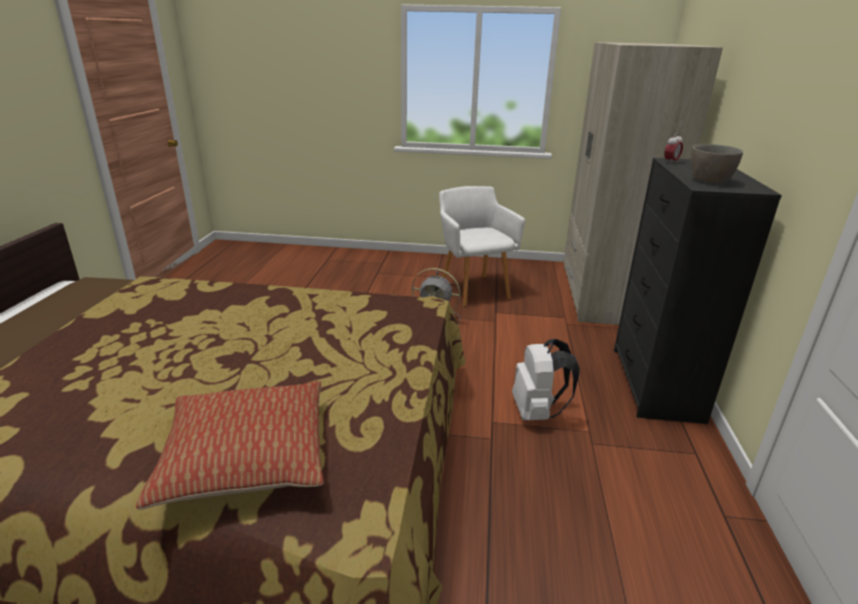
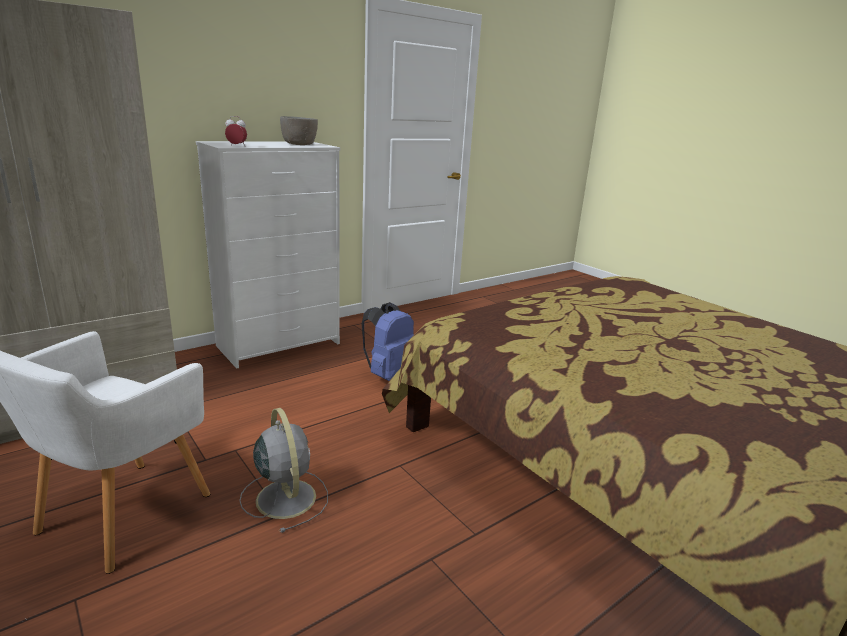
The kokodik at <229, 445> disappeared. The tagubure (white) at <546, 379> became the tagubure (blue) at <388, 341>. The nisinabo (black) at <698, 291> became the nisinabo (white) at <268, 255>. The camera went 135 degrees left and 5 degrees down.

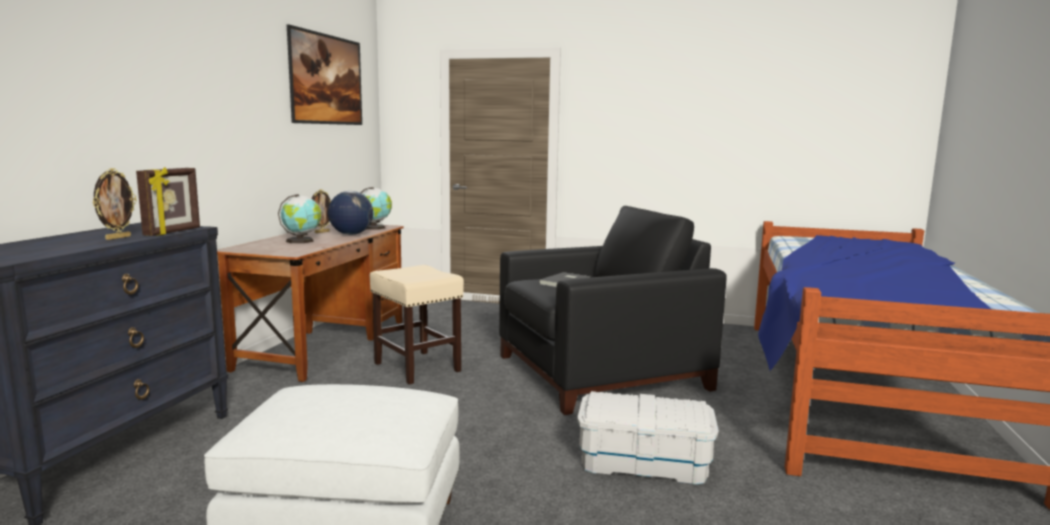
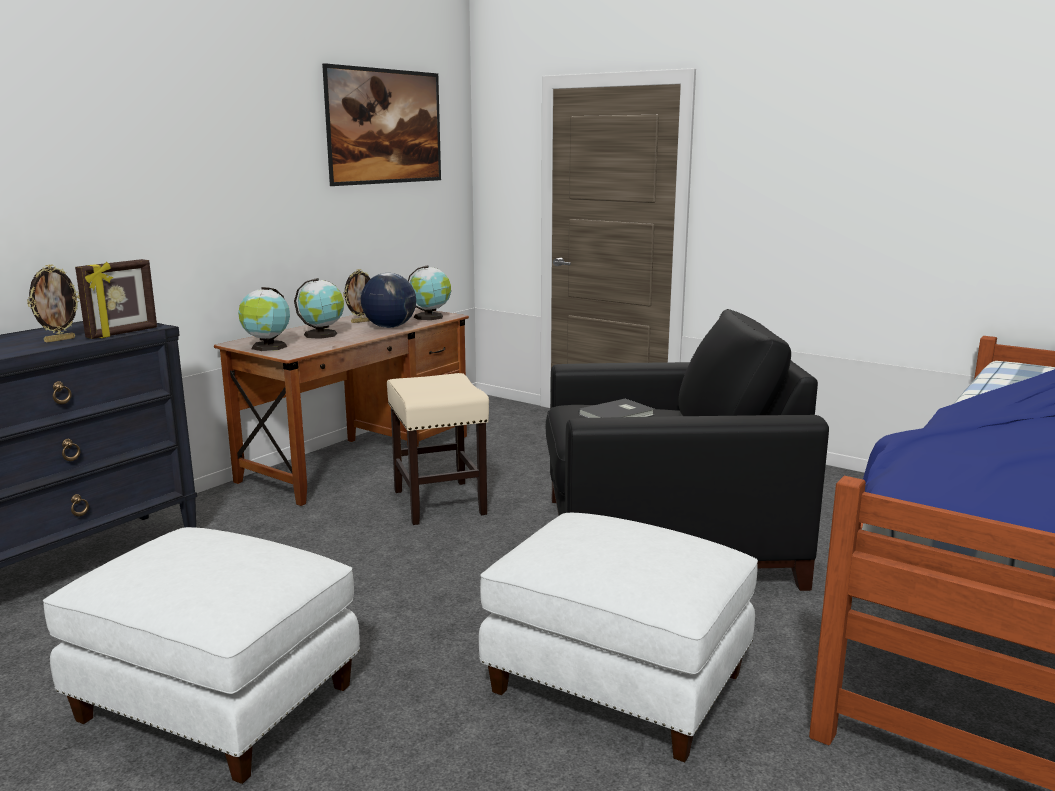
The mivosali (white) at <648, 438> was replaced by the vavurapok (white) at <618, 638>. The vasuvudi at <264, 319> appeared. The camera went 20 degrees right and 5 degrees up.

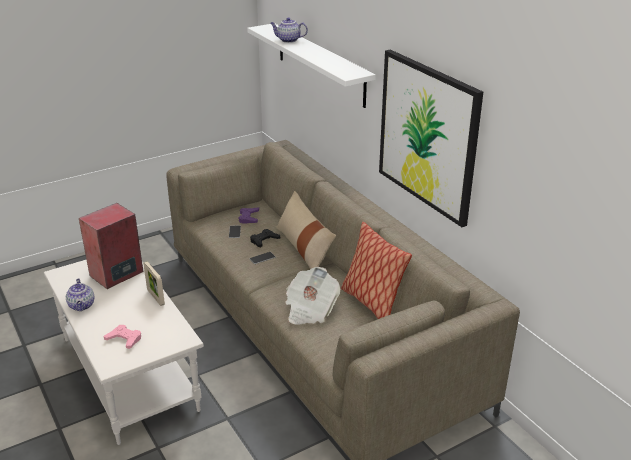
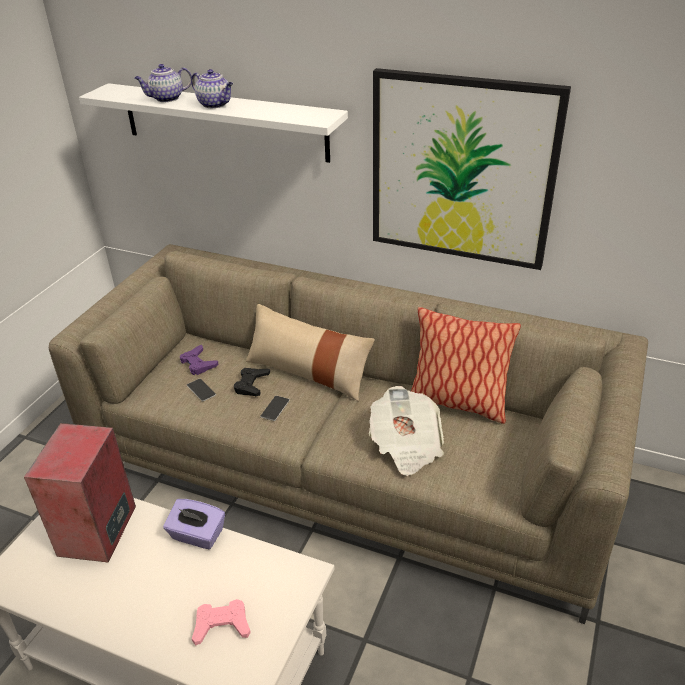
The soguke moved from <80, 294> to <212, 88>. The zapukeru at <154, 283> was replaced by the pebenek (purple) at <194, 524>. The camera went 35 degrees left and 5 degrees up.

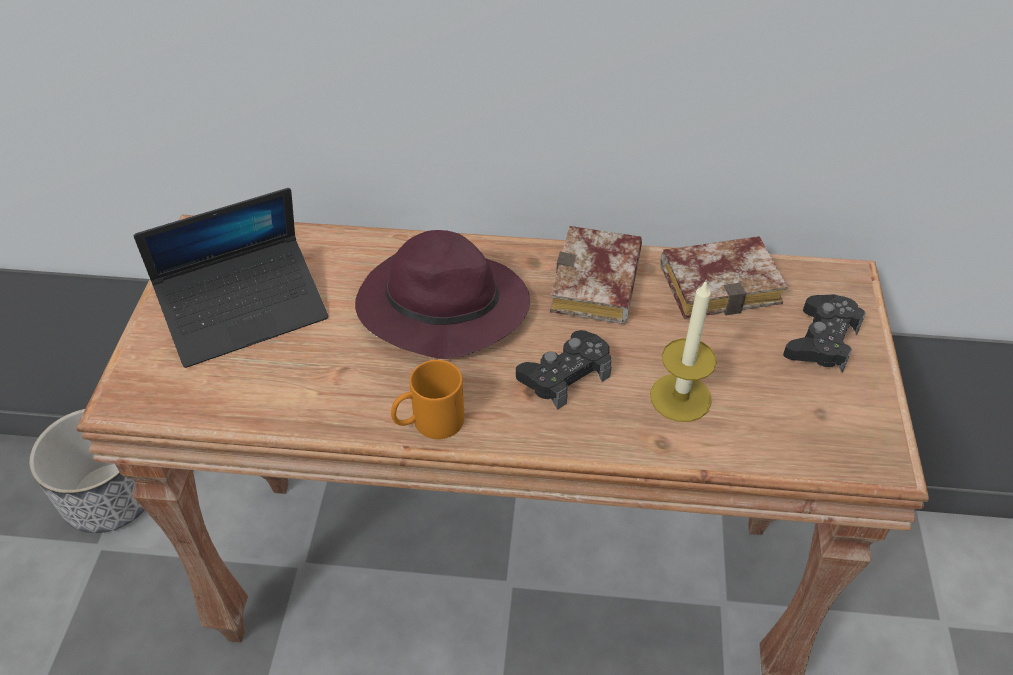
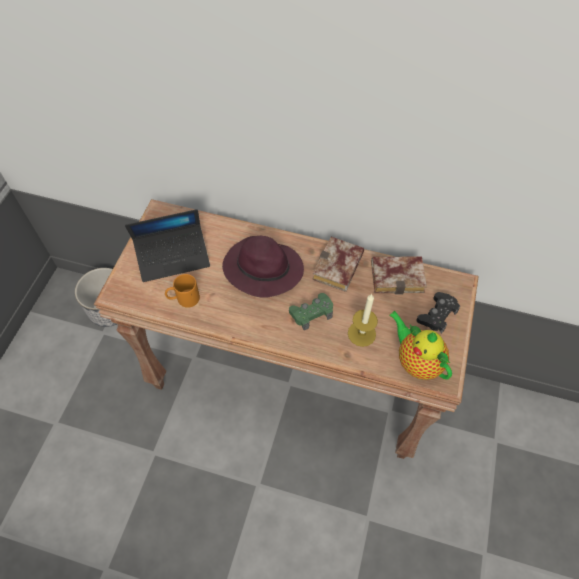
The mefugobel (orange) moved from <427, 399> to <182, 291>. The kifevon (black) at <564, 370> became the kifevon (green) at <311, 311>. The soguke at <421, 345> appeared. The camera went 10 degrees right and 10 degrees up.

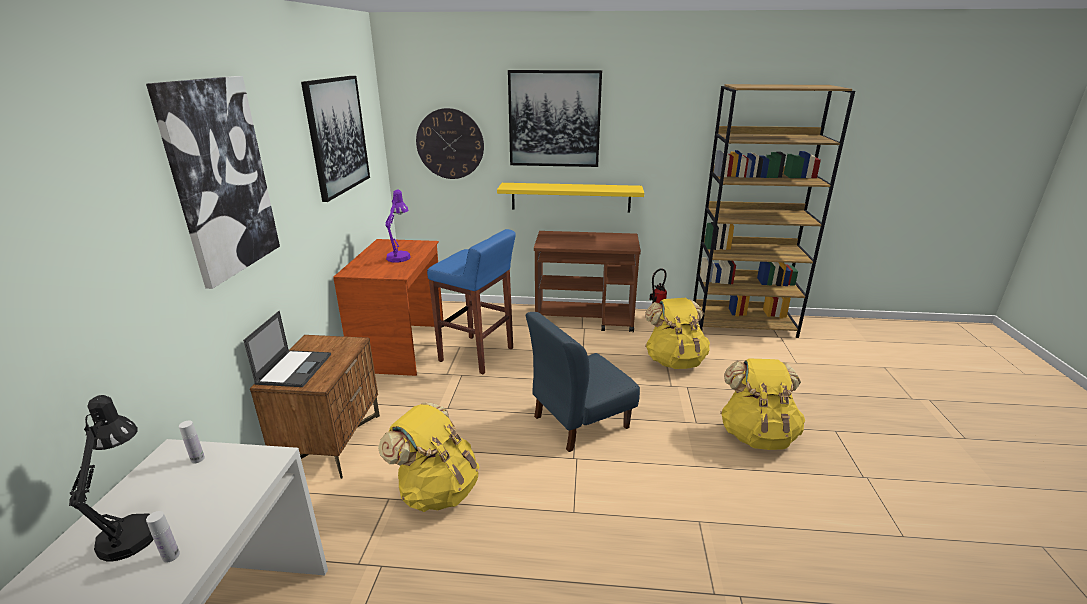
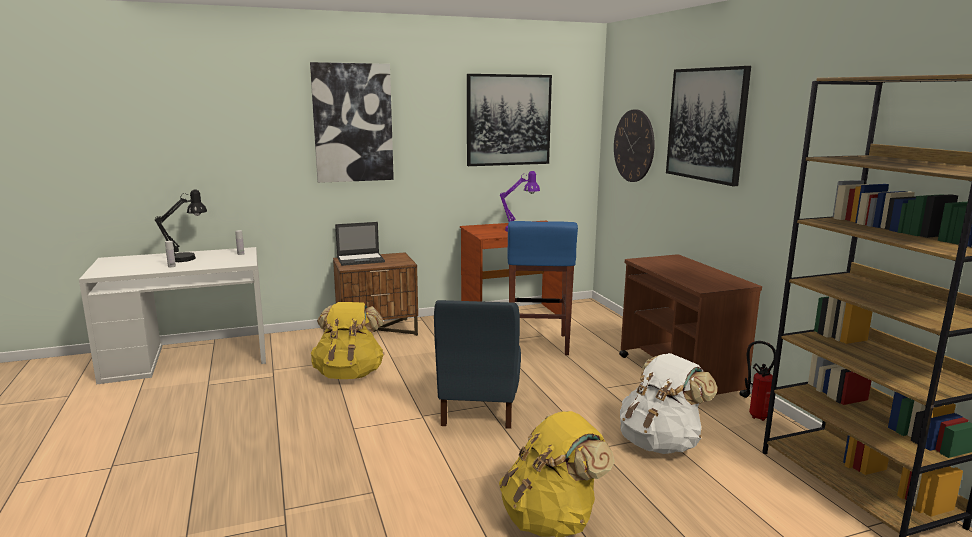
The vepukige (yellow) at <570, 197> disappeared. The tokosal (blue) at <583, 382> turned 120 degrees counterclockwise. The tagubure (yellow) at <677, 333> became the tagubure (white) at <668, 403>. The camera went 65 degrees right and 10 degrees down.

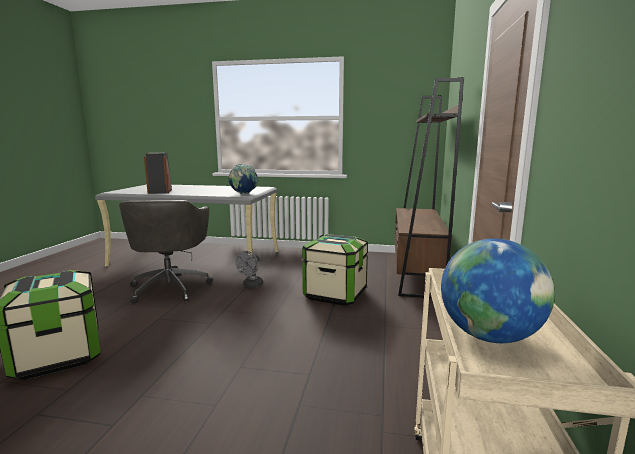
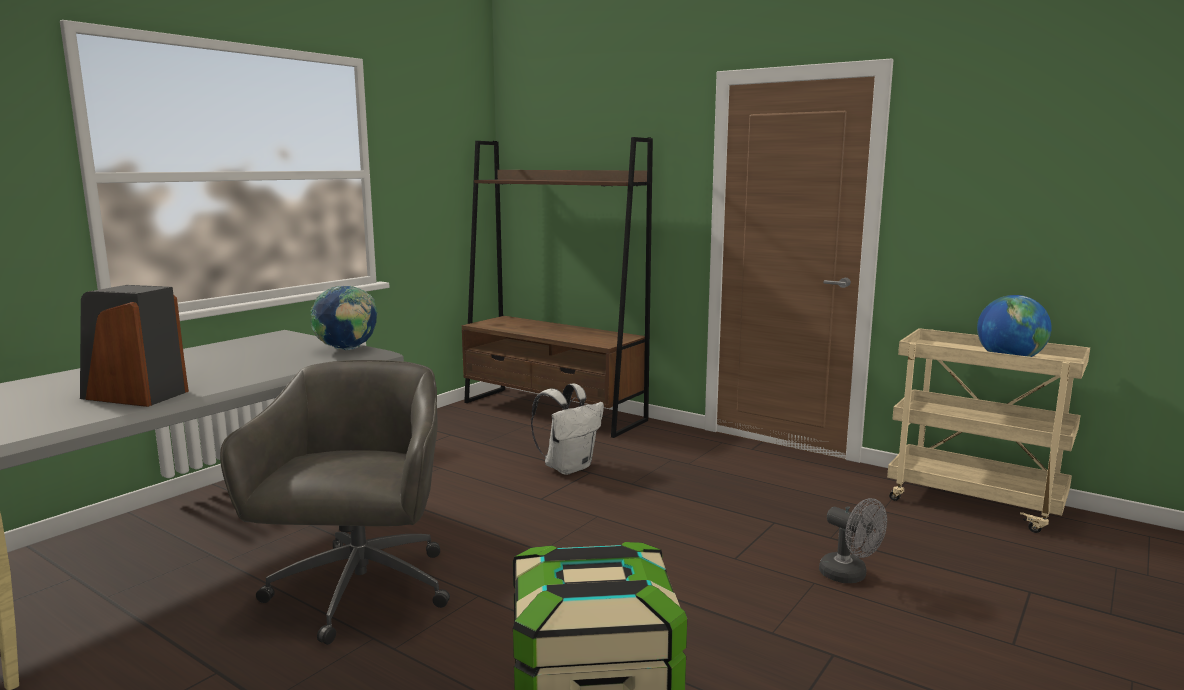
The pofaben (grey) at <166, 252> turned 105 degrees counterclockwise. The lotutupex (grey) moved from <249, 269> to <853, 540>. The mivosali at <335, 270> was replaced by the tagubure (white) at <567, 429>. The camera went 65 degrees left and 0 degrees up.

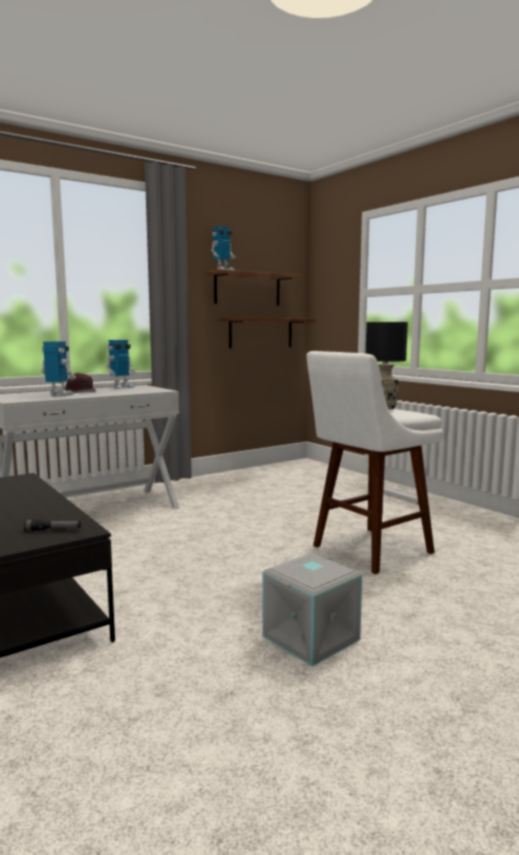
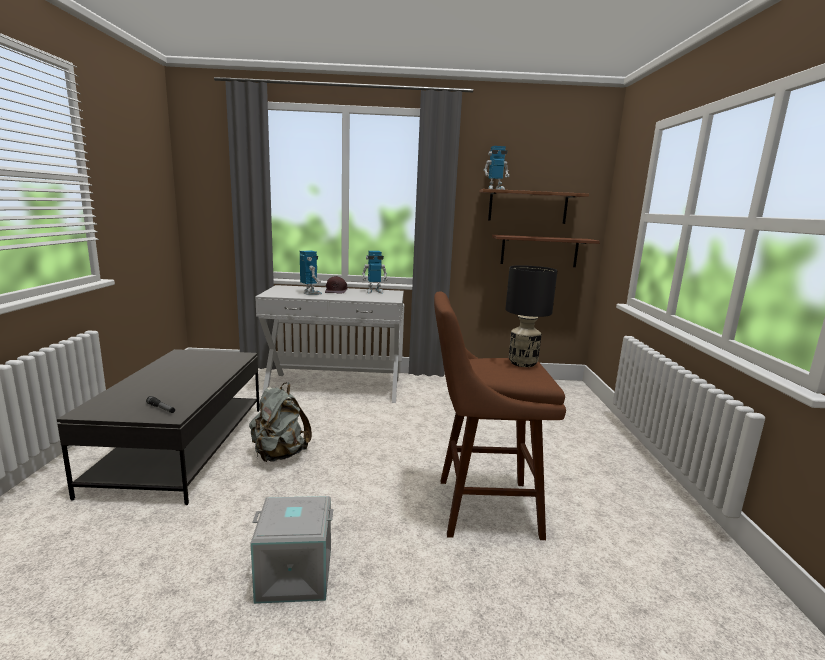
The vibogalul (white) at <374, 462> became the vibogalul (brown) at <500, 415>. The tagubure (grey) at <280, 422> appeared. The camera went 35 degrees right and 5 degrees up.

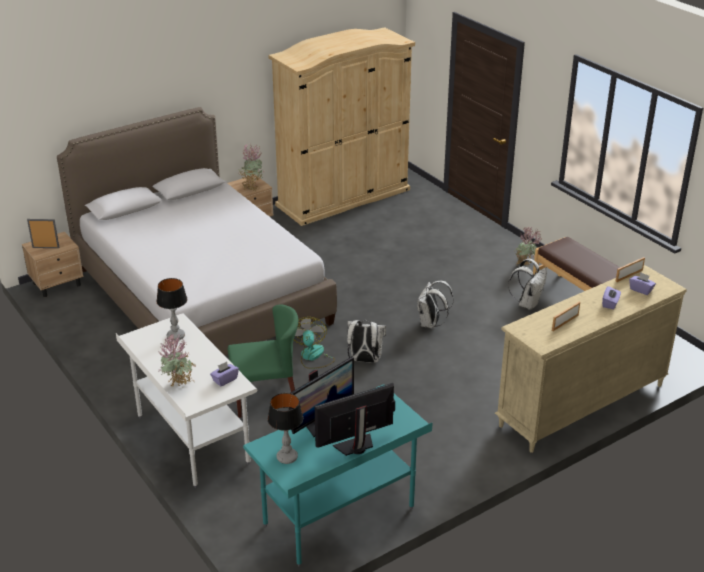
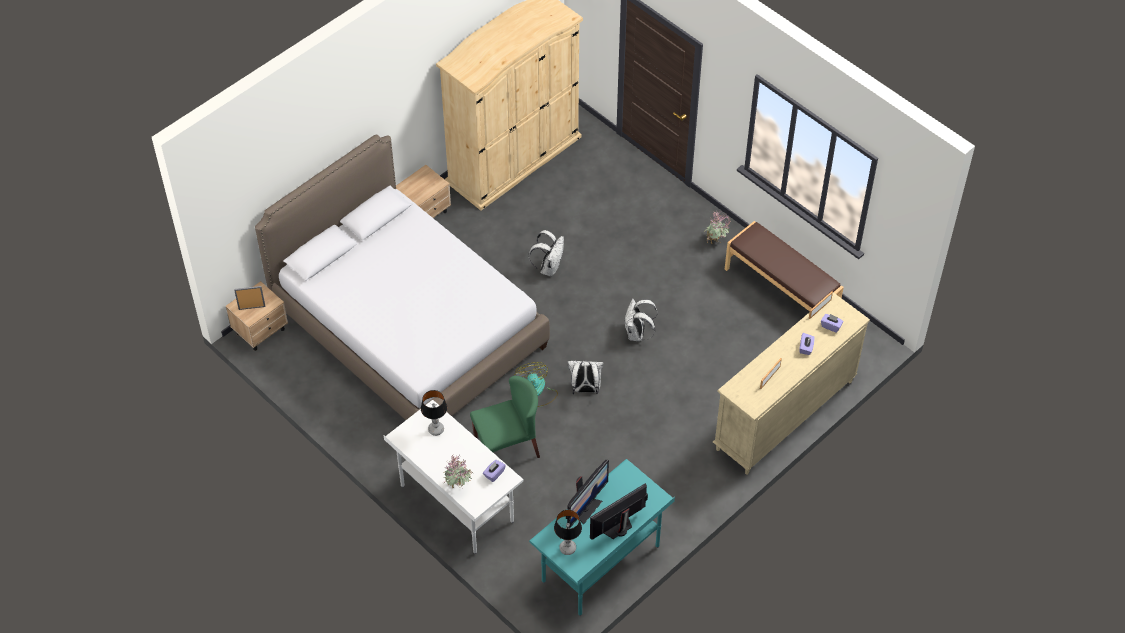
The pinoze at <251, 167> disappeared. The tagubure (white) moved from <527, 284> to <546, 253>. The camera went 10 degrees left and 20 degrees up.

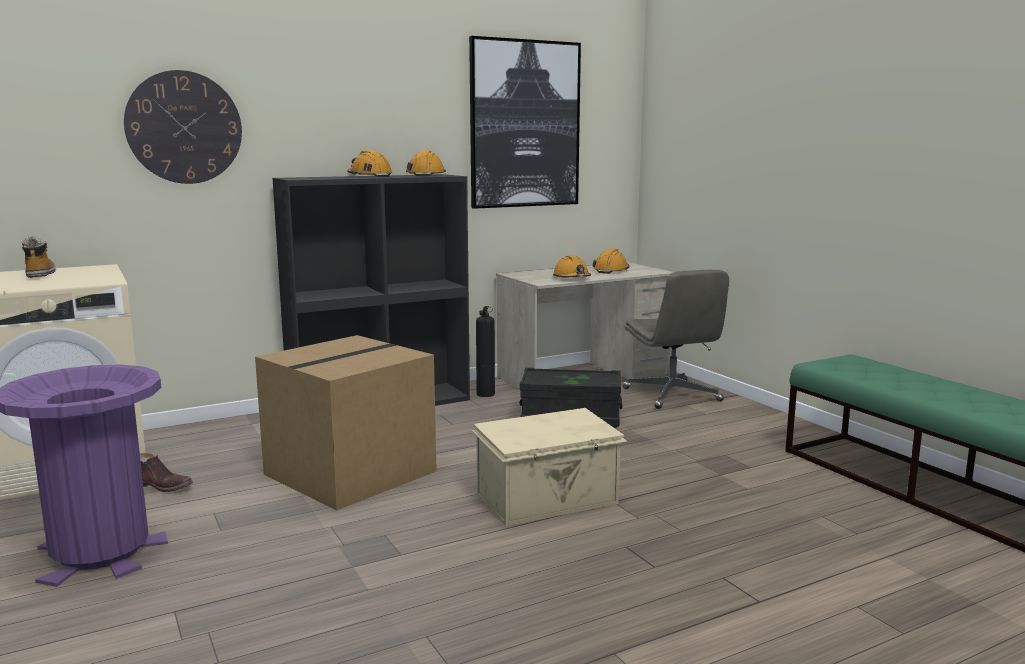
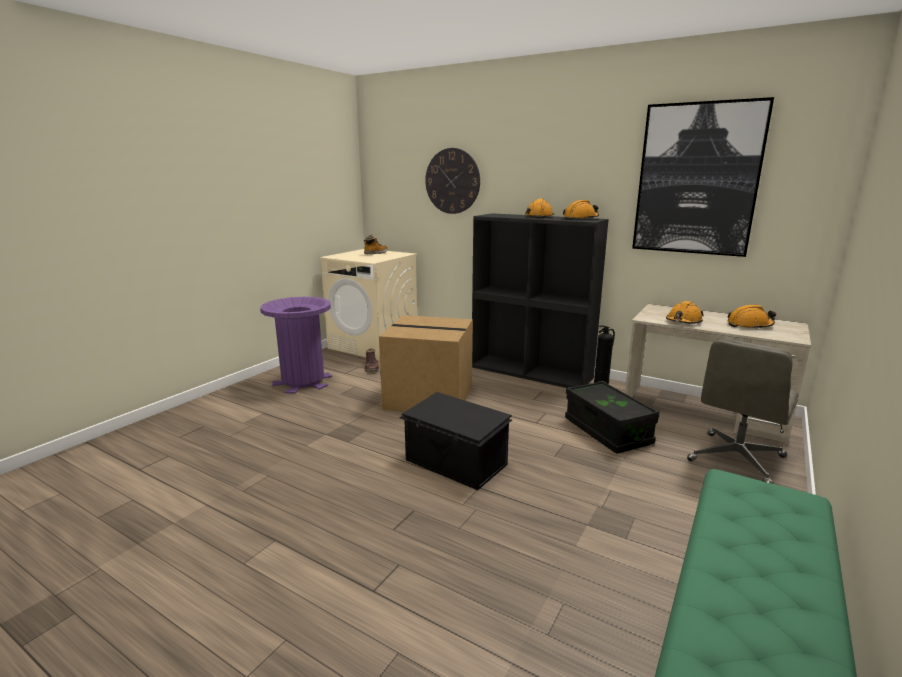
The mivosali (beige) at <550, 467> became the mivosali (black) at <455, 441>. The camera went 60 degrees right and 5 degrees up.

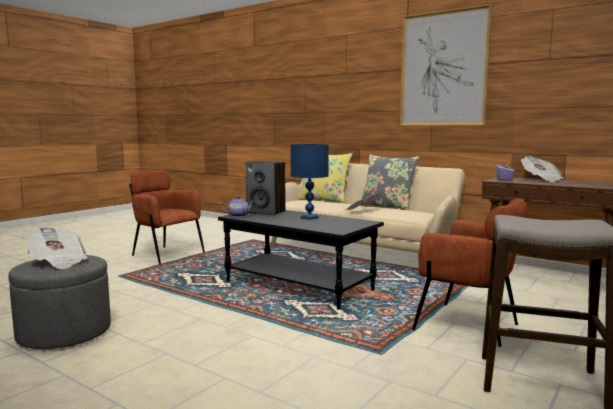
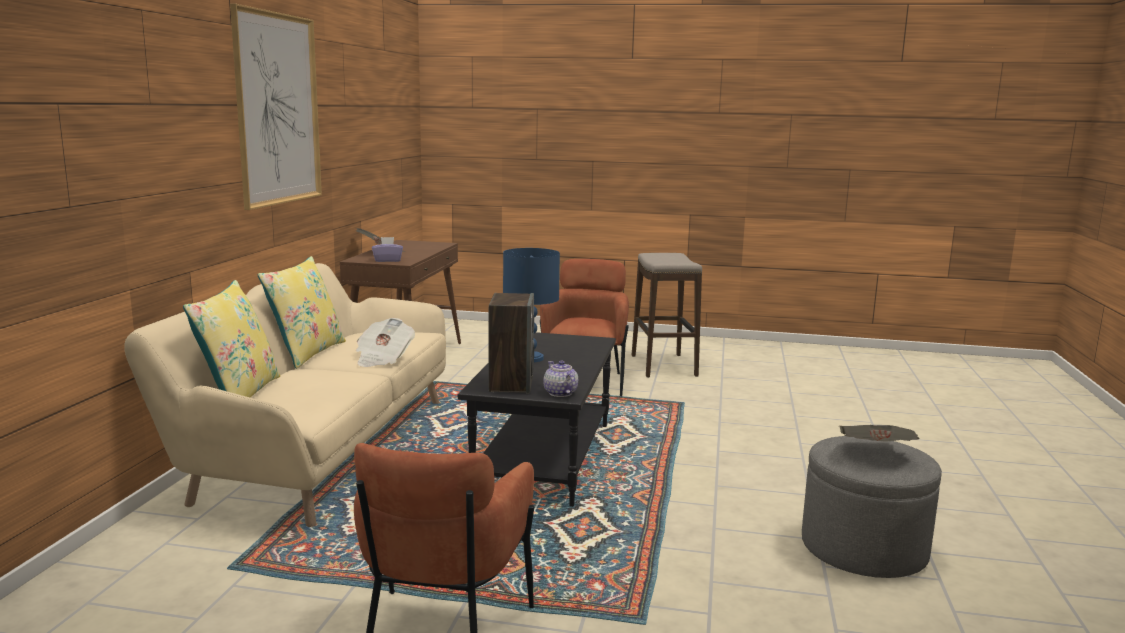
The kokodik (grey) at <390, 182> became the kokodik (yellow) at <302, 312>. The camera went 115 degrees left and 5 degrees up.

